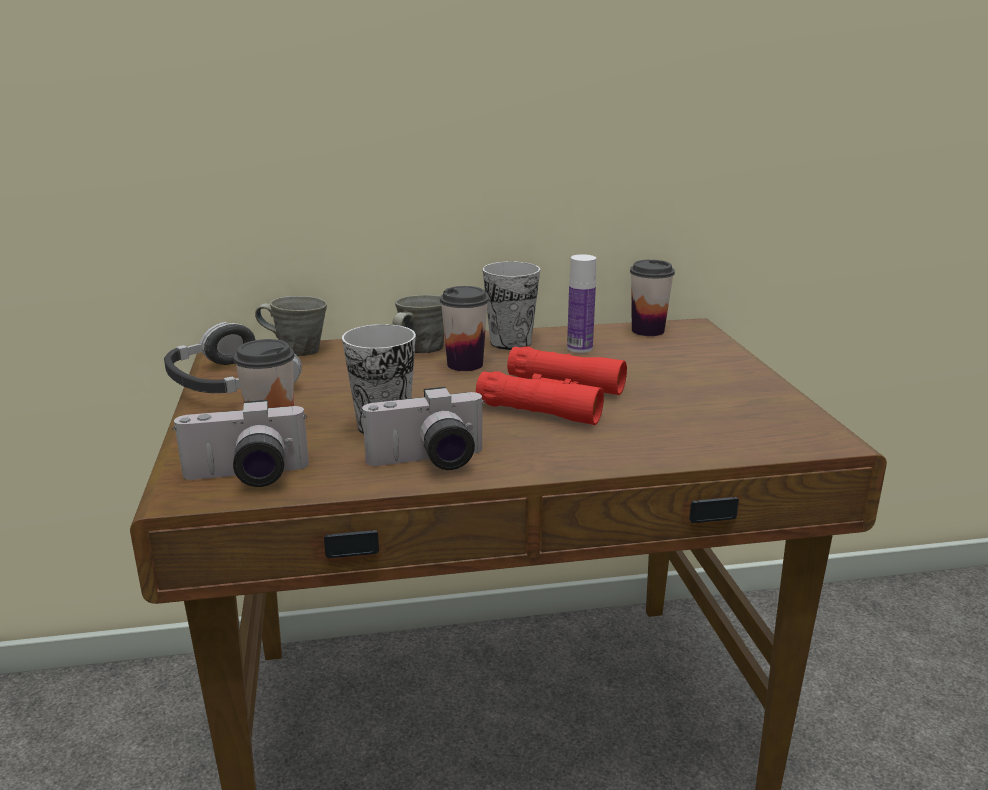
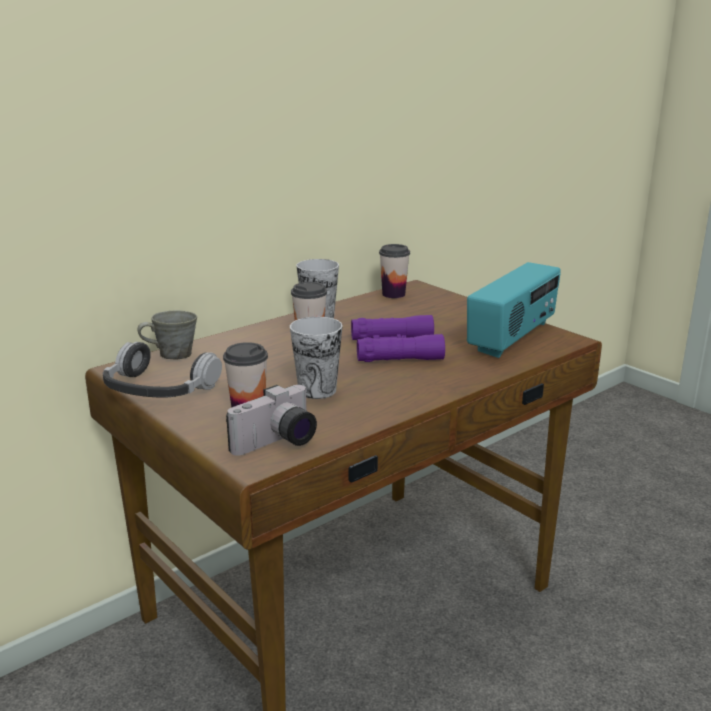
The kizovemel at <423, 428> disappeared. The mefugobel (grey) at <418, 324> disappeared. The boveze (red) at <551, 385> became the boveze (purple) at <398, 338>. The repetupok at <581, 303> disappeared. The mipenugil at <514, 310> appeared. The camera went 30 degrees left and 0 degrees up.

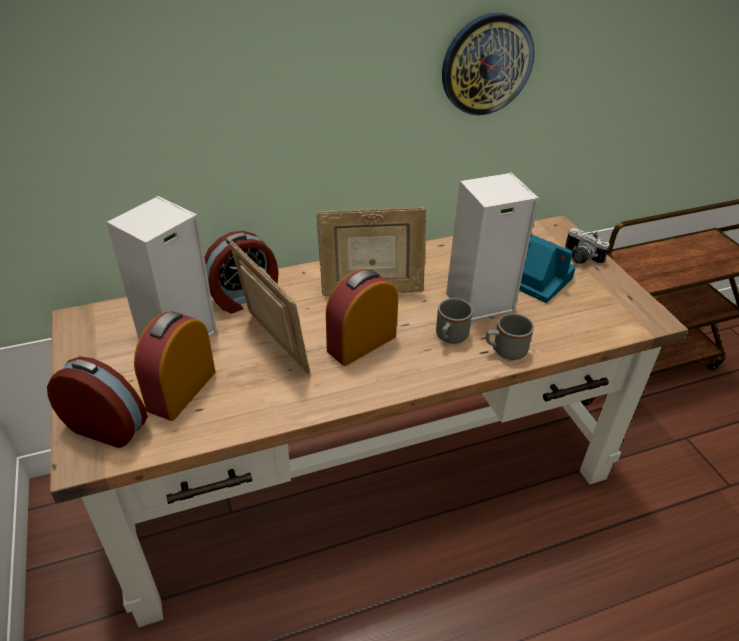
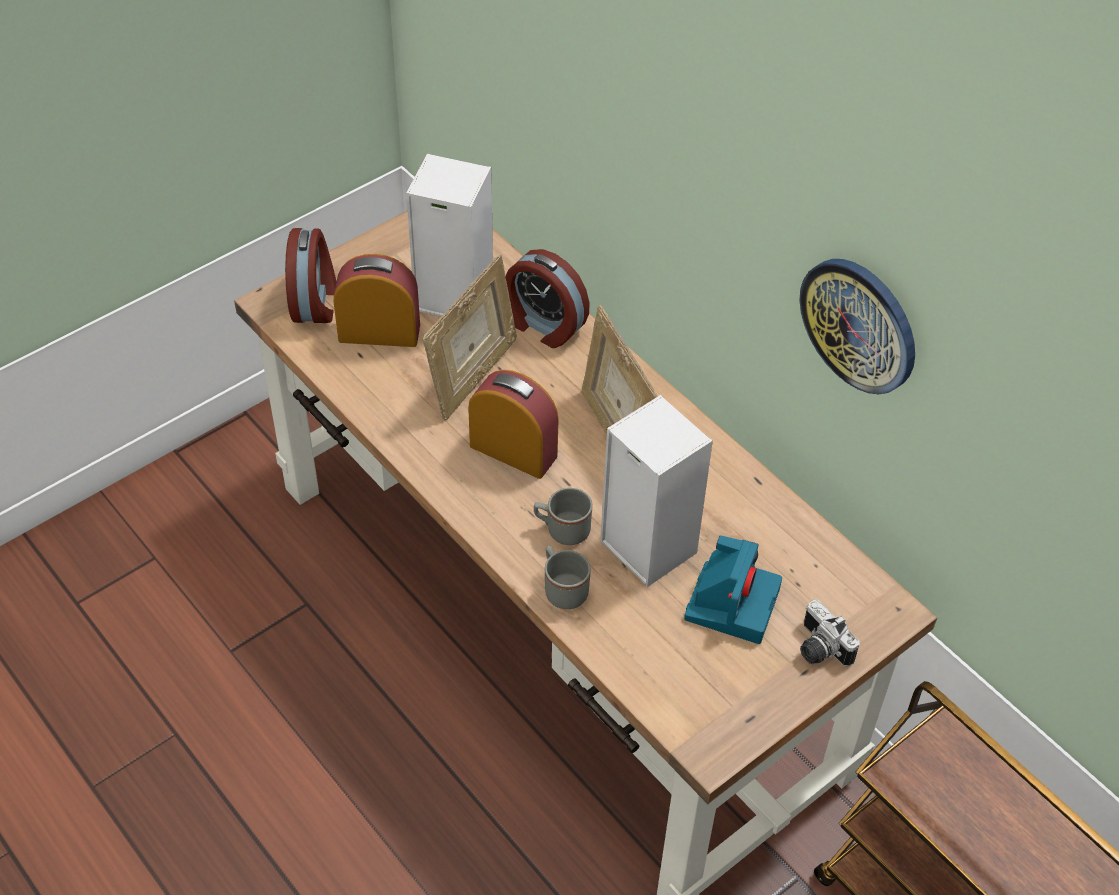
The kizovemel at <587, 246> turned 60 degrees counterclockwise. The camera went 70 degrees right and 10 degrees up.

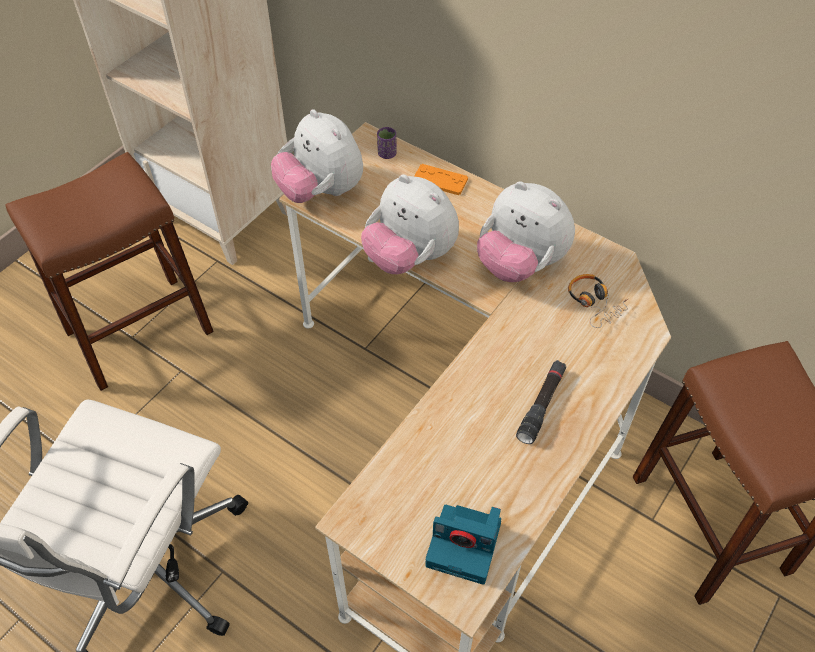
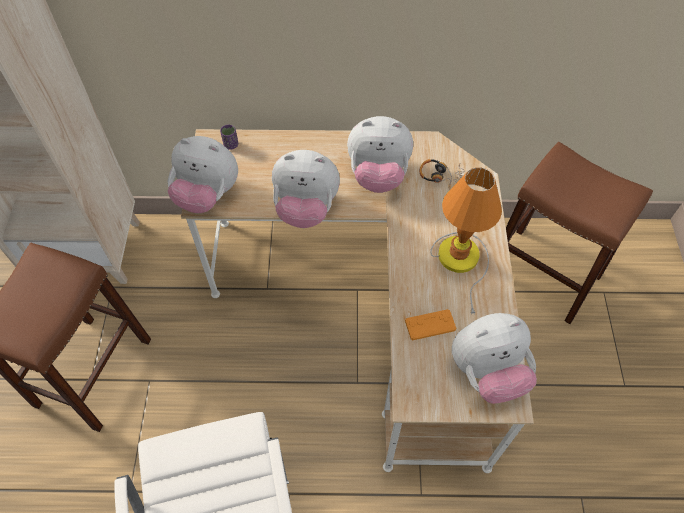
The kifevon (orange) moved from <441, 179> to <430, 325>. The kizovemel at <463, 545> was replaced by the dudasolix at <494, 358>. The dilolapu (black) at <541, 402> was replaced by the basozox at <466, 241>. The camera went 35 degrees left and 5 degrees up.

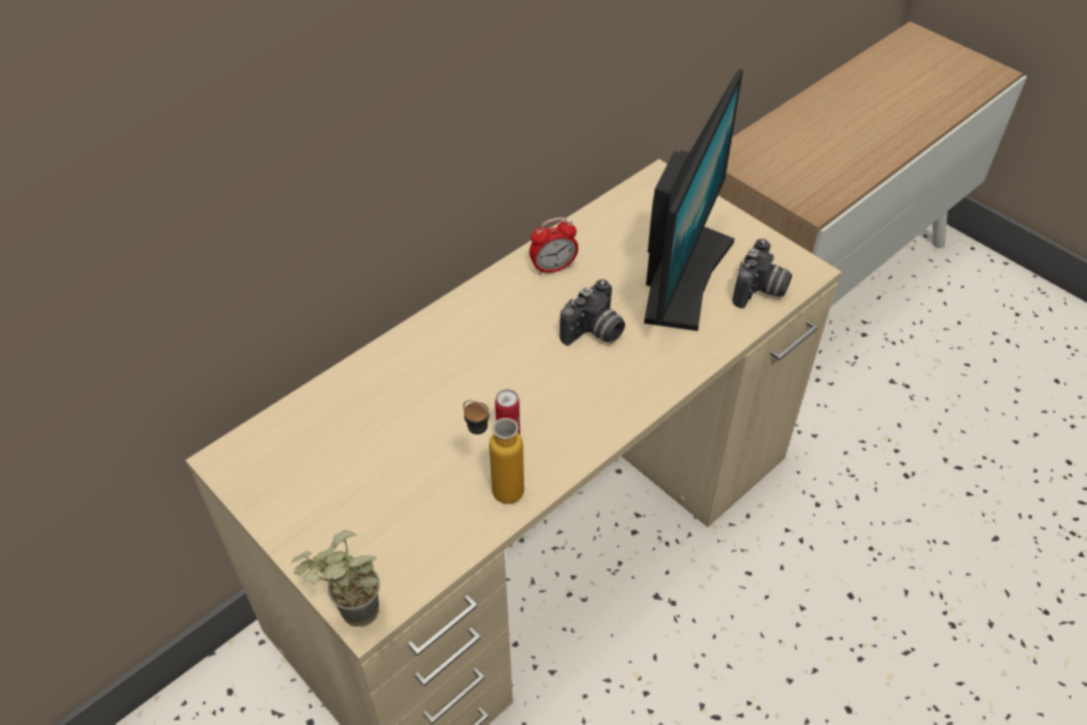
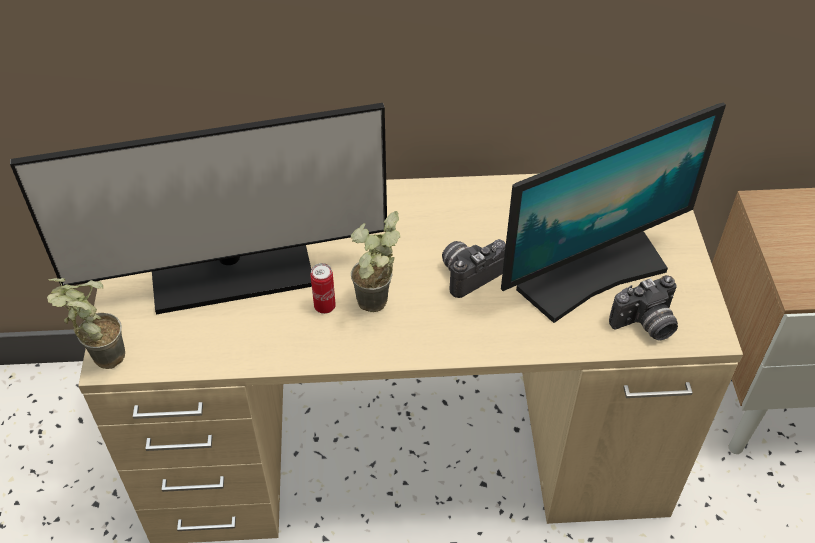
The repetupok at <493, 452> disappeared. The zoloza at <553, 246> disappeared. The kizovemel at <592, 312> turned 150 degrees clockwise. The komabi at <198, 208> appeared. The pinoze at <375, 261> appeared. The camera went 40 degrees right and 0 degrees up.

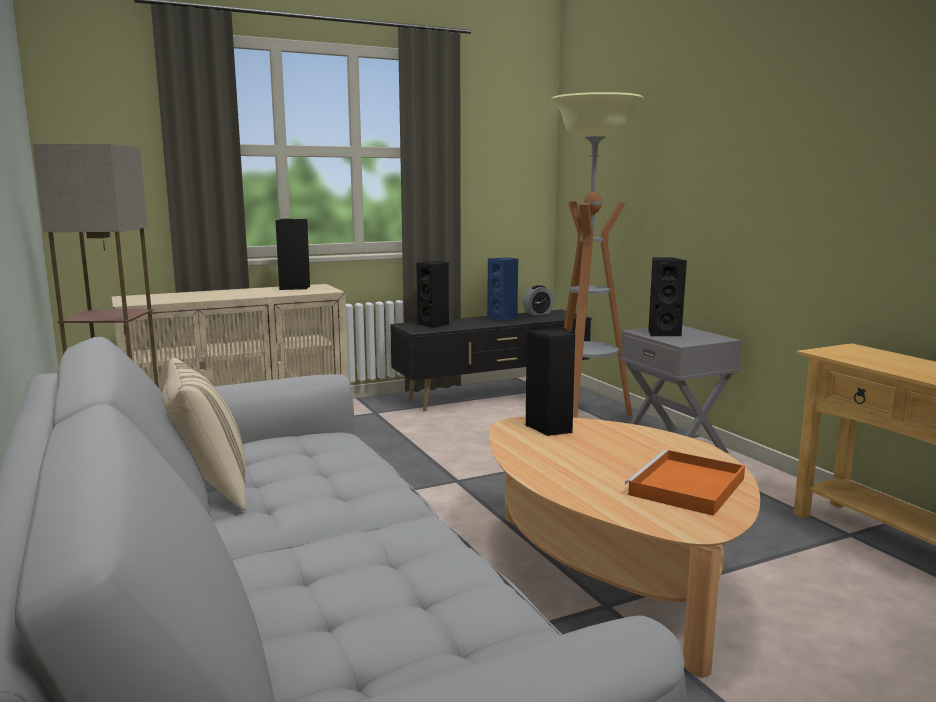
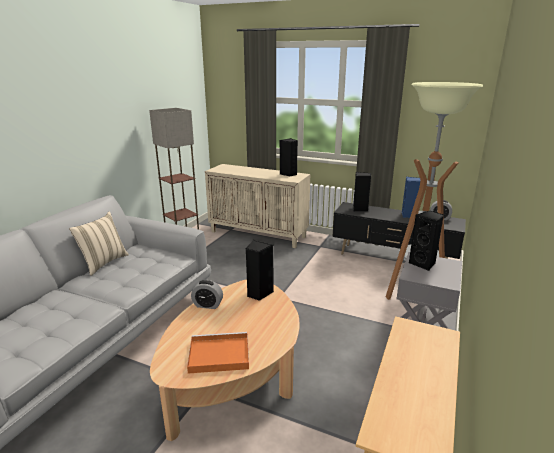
The zoloza at <207, 294> appeared. The camera went 50 degrees right and 10 degrees up.

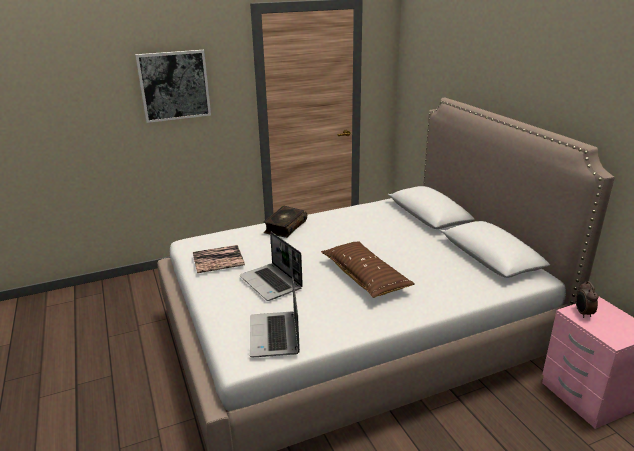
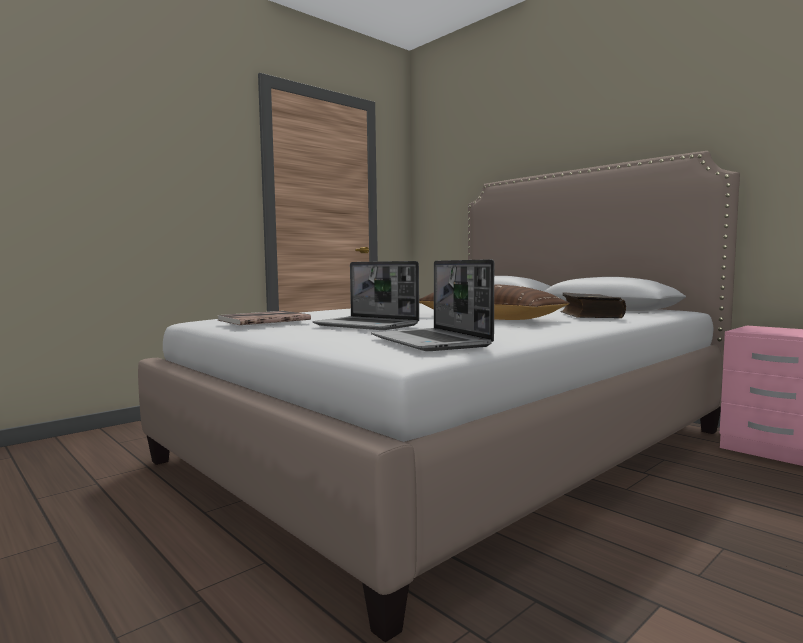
The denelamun at <173, 86> disappeared. The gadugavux moved from <285, 222> to <593, 305>. The zoloza at <587, 300> disappeared. The camera went 20 degrees left and 20 degrees down.

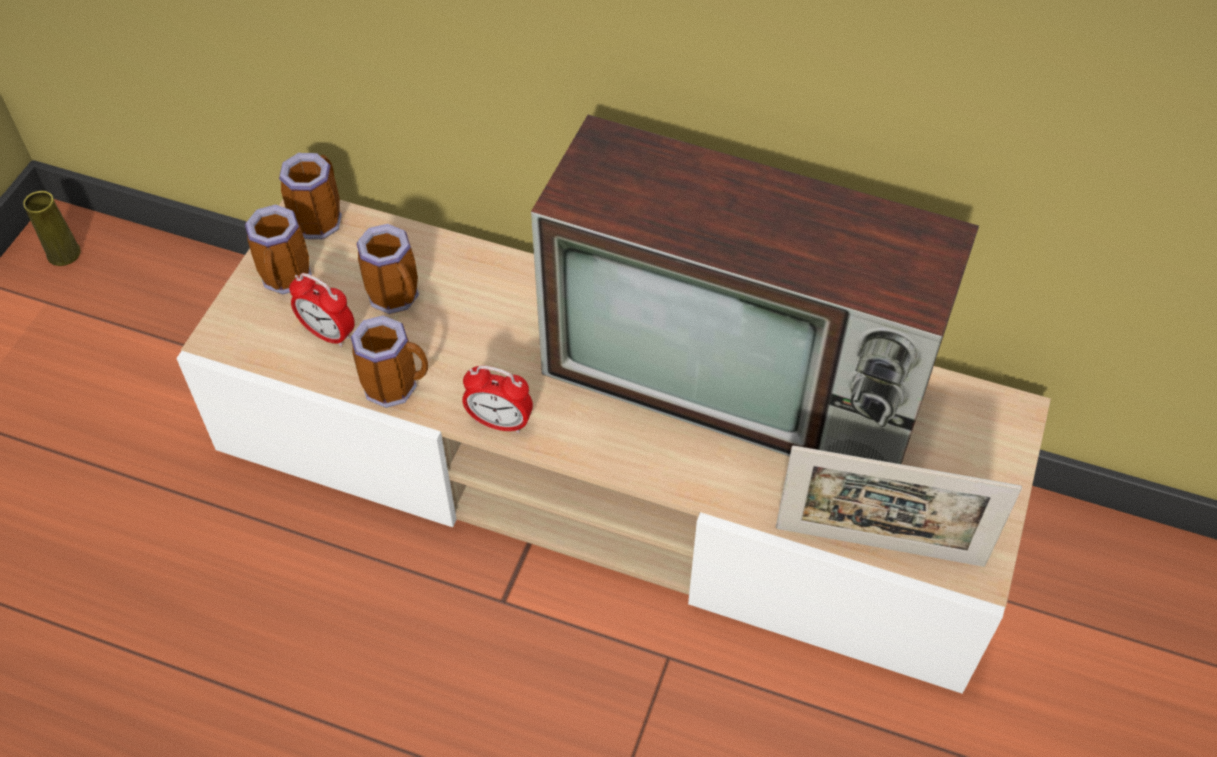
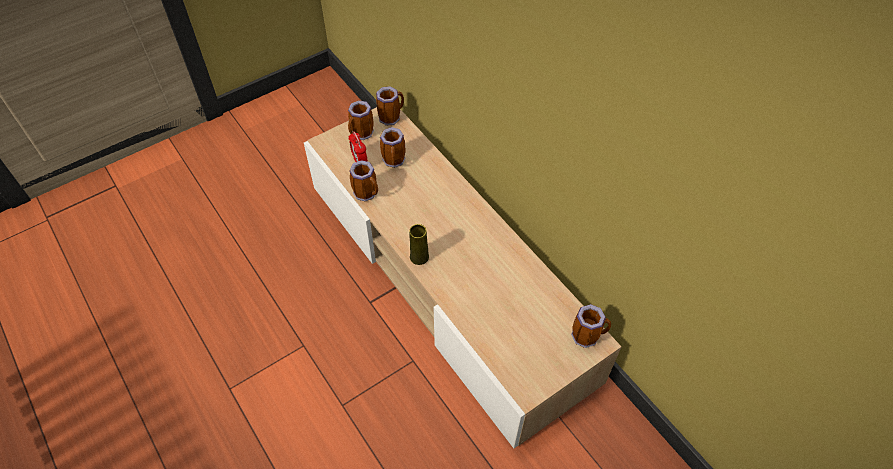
The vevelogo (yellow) moved from <52, 228> to <419, 244>. The zoloza at <497, 399> disappeared. The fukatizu at <755, 289> disappeared. The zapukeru at <899, 506> disappeared. The mefugobel at <591, 326> appeared. The camera went 35 degrees right and 0 degrees up.

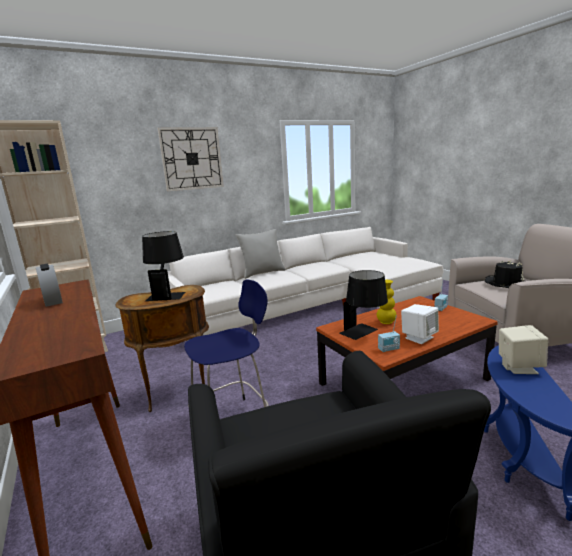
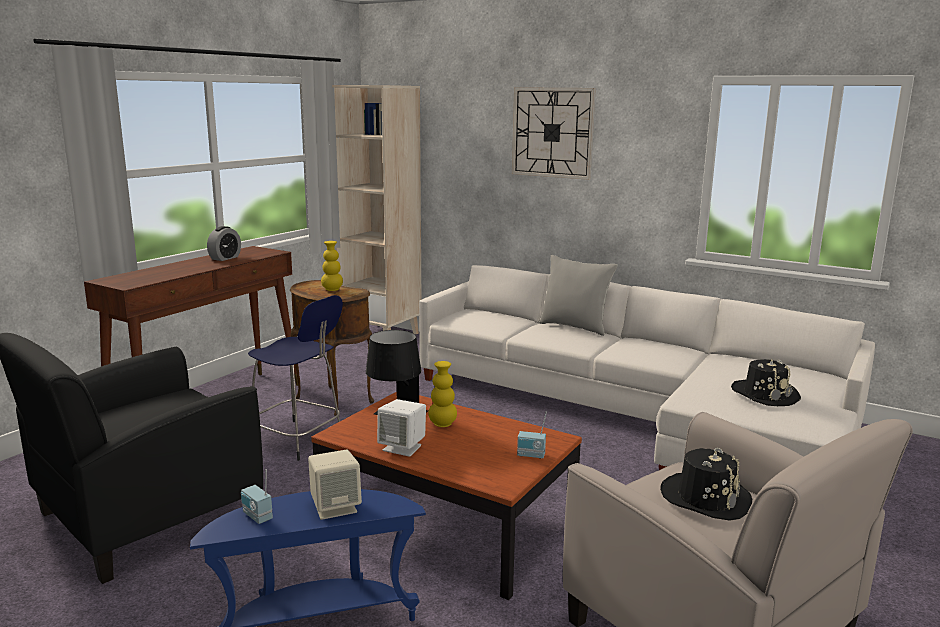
The basozox (black) at <163, 266> was replaced by the vevelogo (yellow) at <332, 266>. The mipenugil moved from <389, 333> to <257, 496>. The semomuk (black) at <766, 382> appeared. The camera went 60 degrees right and 0 degrees up.

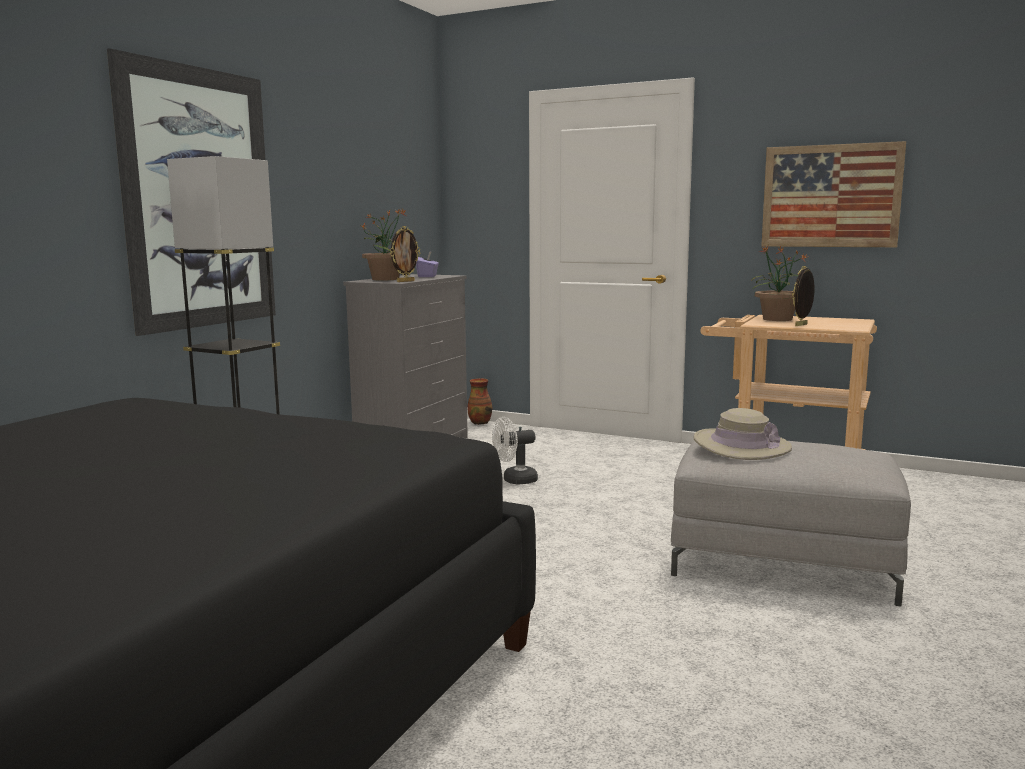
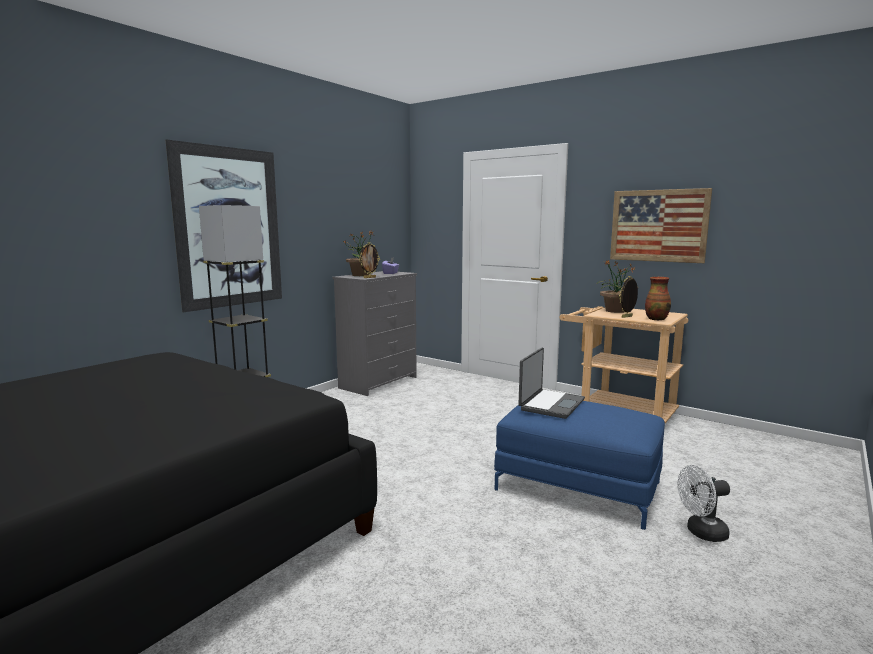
The vevelogo moved from <480, 401> to <658, 298>. The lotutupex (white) moved from <515, 450> to <703, 503>. The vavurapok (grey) at <791, 523> became the vavurapok (blue) at <579, 465>. The semomuk (beige) at <742, 434> was replaced by the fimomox at <551, 383>. The camera went 10 degrees right and 0 degrees up.

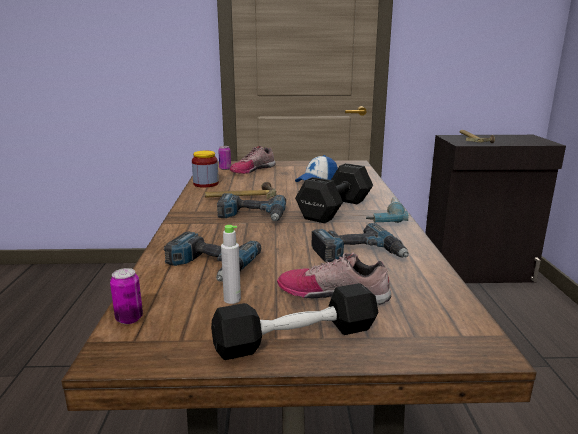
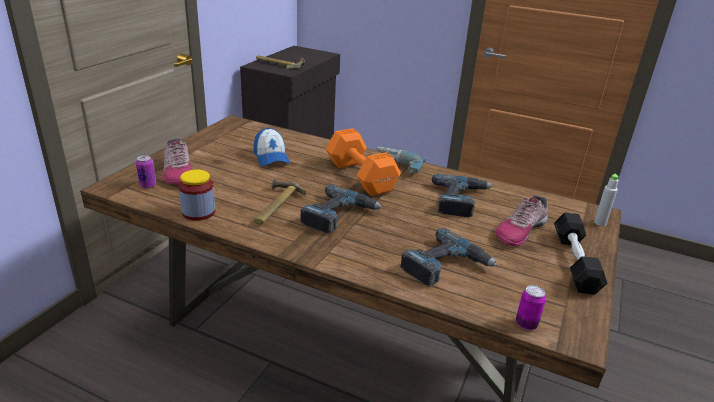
The repetupok (grey) moved from <231, 264> to <606, 200>. The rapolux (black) at <334, 193> became the rapolux (orange) at <363, 162>. The camera went 65 degrees left and 10 degrees up.

